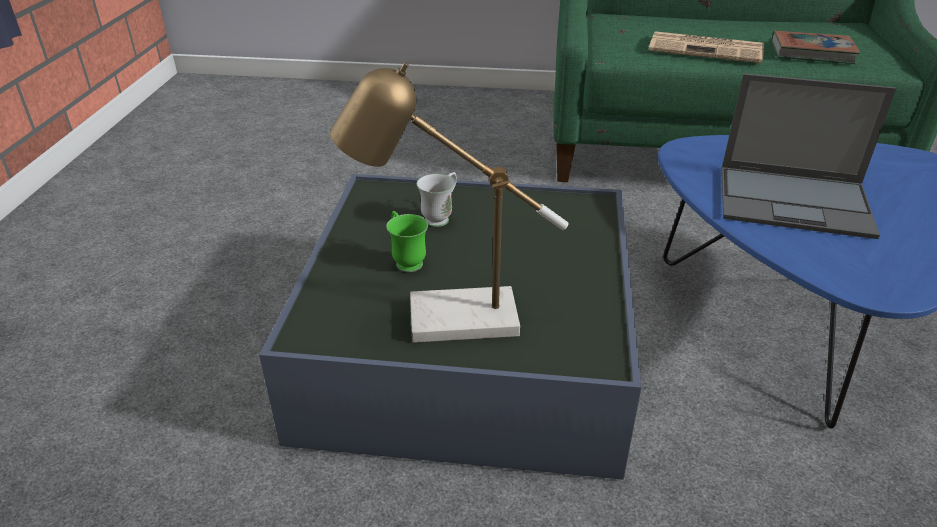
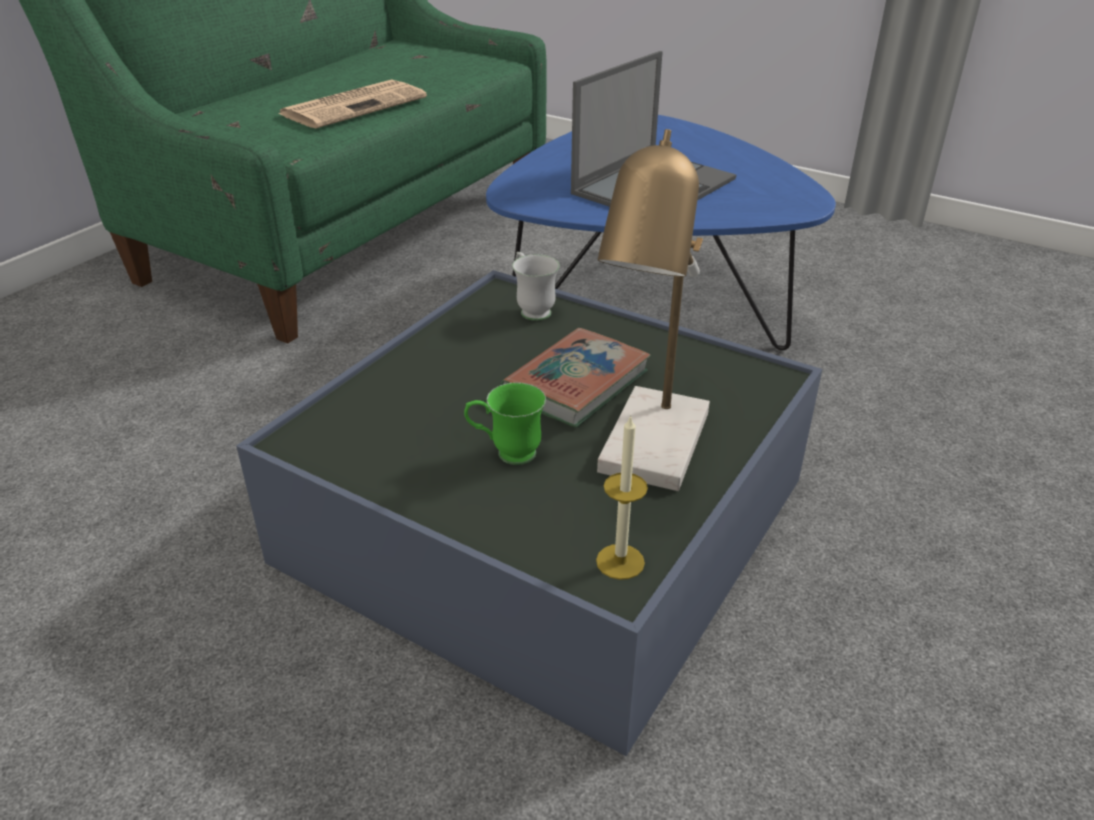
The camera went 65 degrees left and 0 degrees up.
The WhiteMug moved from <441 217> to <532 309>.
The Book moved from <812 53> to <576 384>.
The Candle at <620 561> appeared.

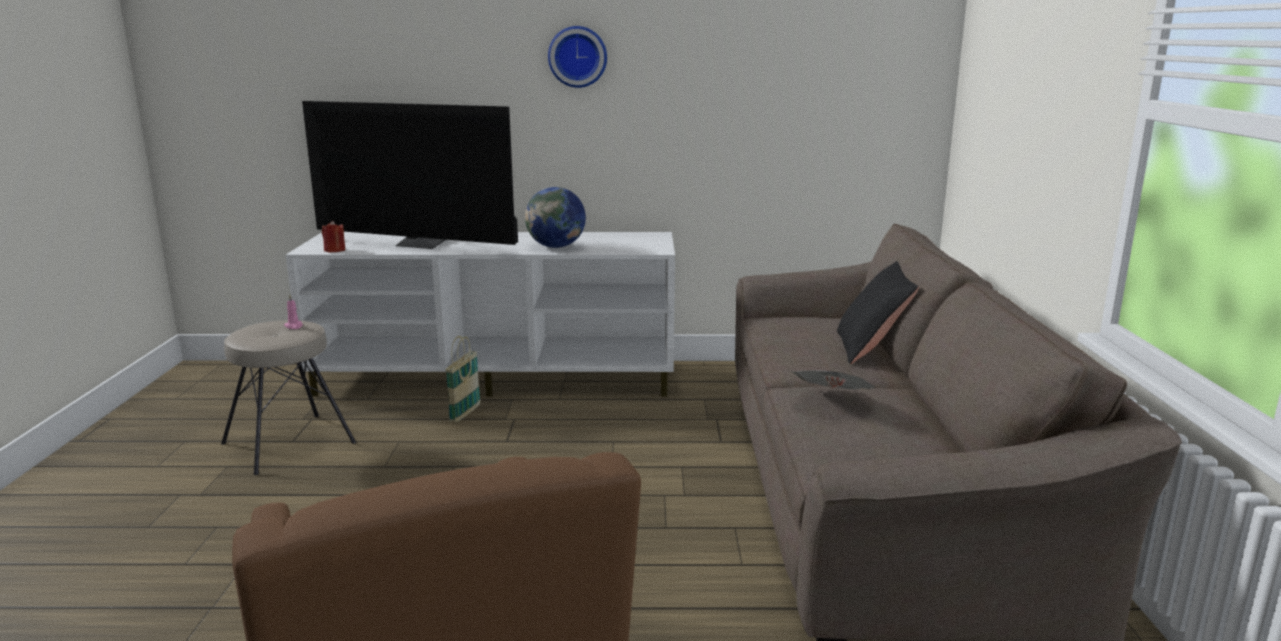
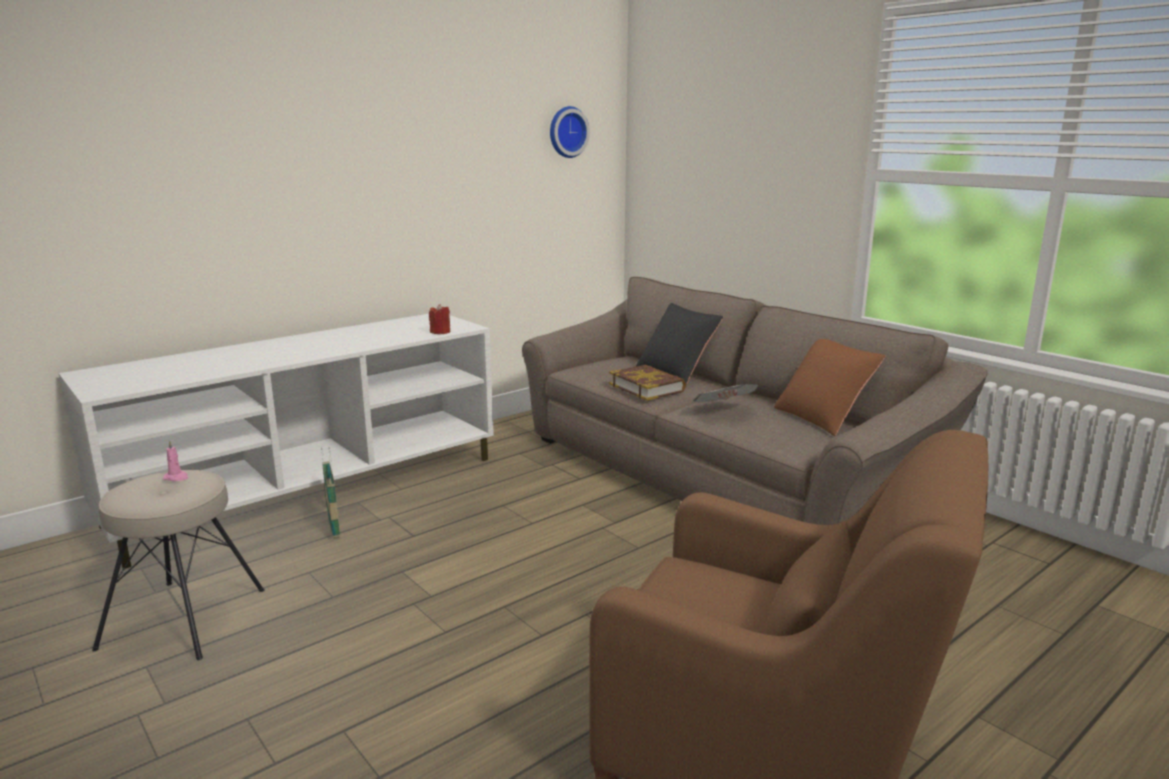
The camera went 40 degrees left and 0 degrees up.
The Television at <421 244> disappeared.
The RedCandle moved from <335 250> to <440 332>.
The Globe at <556 247> disappeared.
The WallClock moved from <577 57> to <566 132>.
The Book at <647 388> appeared.
The BrownPillow at <823 417> appeared.

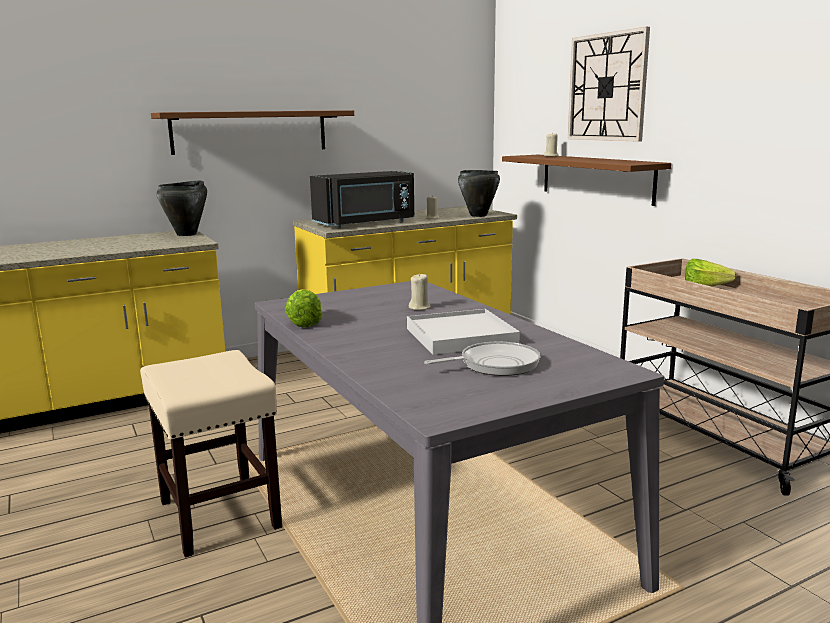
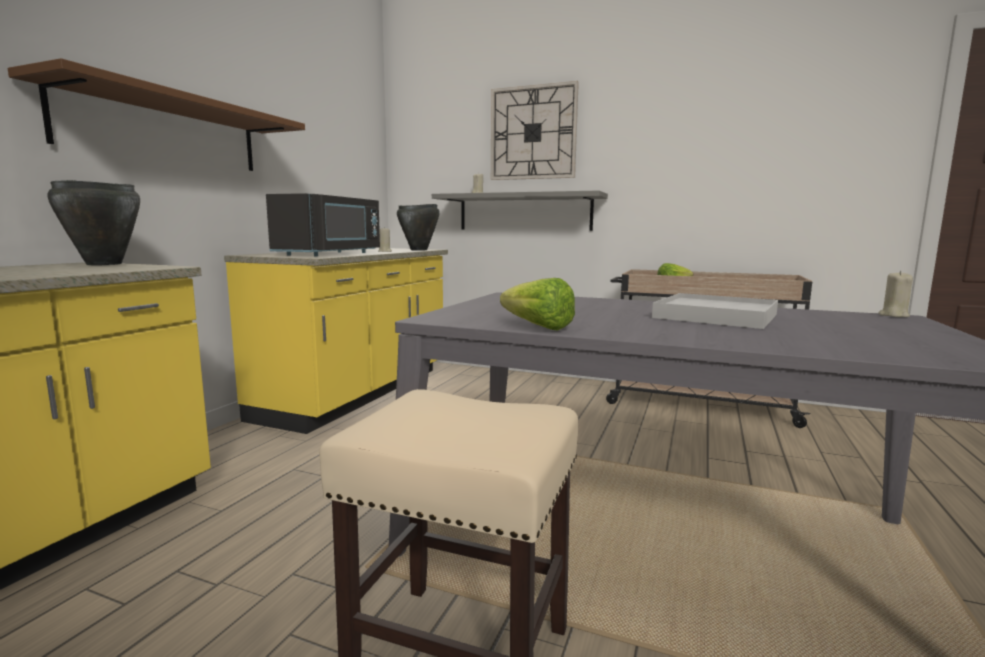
The camera went 40 degrees left and 5 degrees down.
The BeigeCandle moved from <420 308> to <893 315>.
The FryingPan at <494 364> disappeared.
The BrownShelf at <596 178> became the GreyShelf at <524 212>.

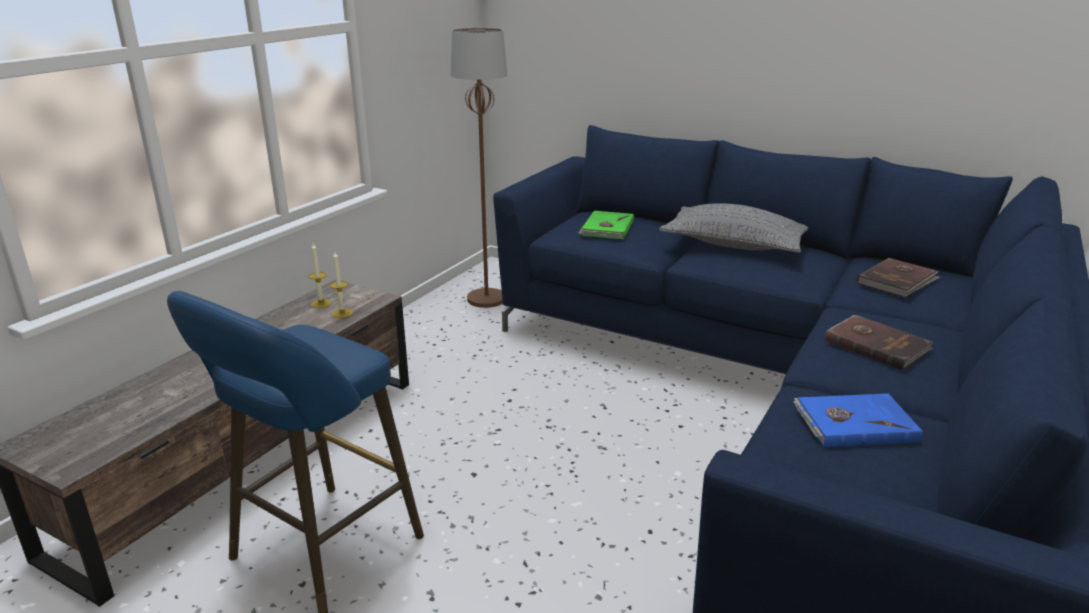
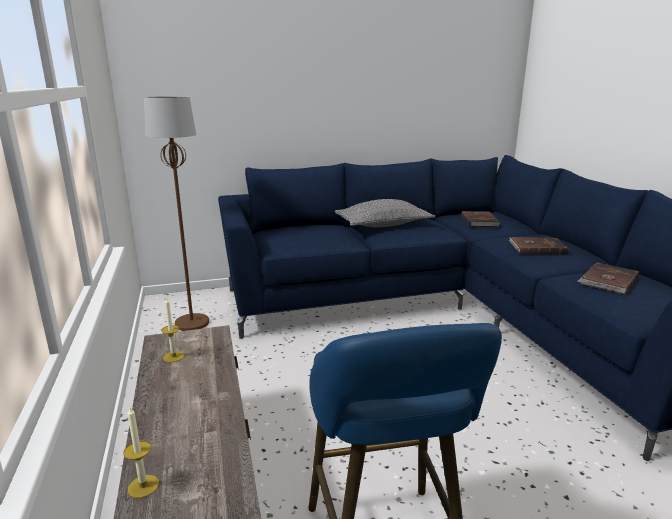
The camera went 45 degrees left and 5 degrees down.
The Candle moved from <342 313> to <143 486>.
The GreenBook at <606 228> disappeared.
The BlueBook at <853 423> became the BrownBook at <608 280>.

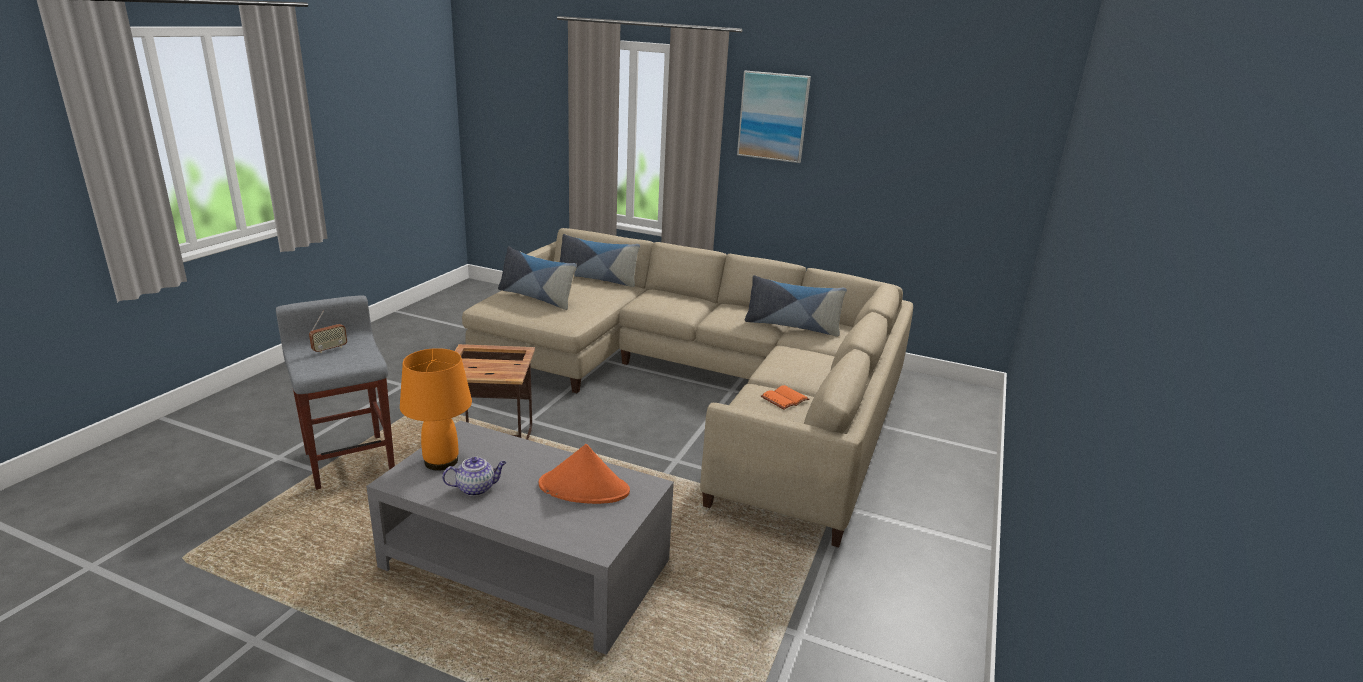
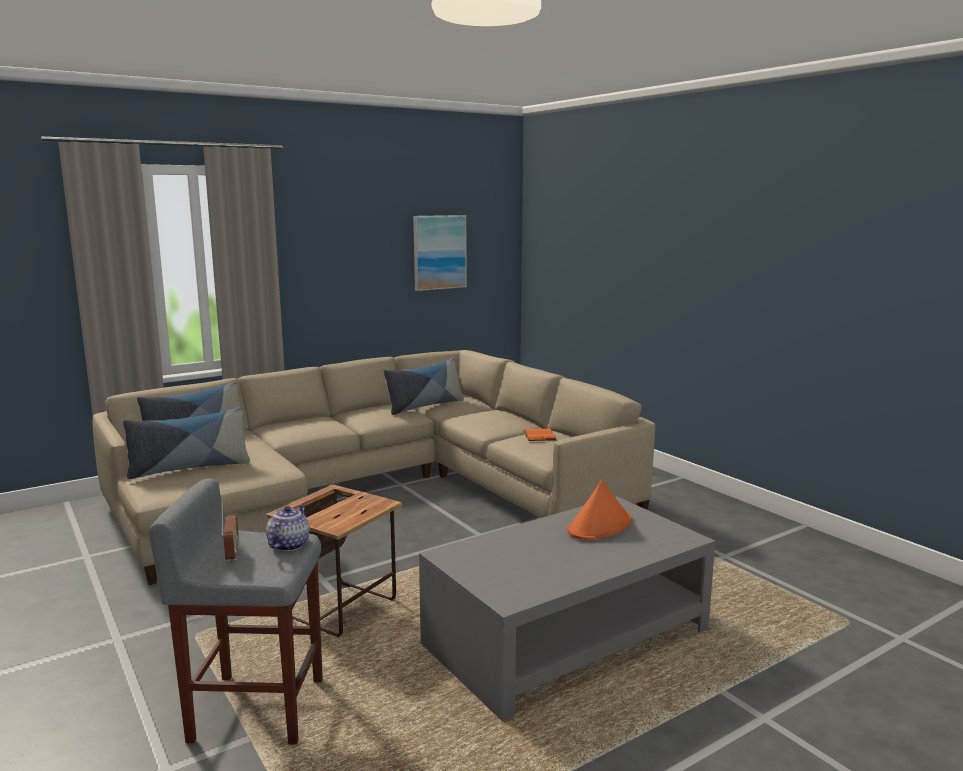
The camera went 55 degrees left and 10 degrees down.
The OrangeTableLamp at <440 462> disappeared.
The Teapot moved from <476 488> to <289 544>.
The Picture moved from <773 116> to <439 252>.

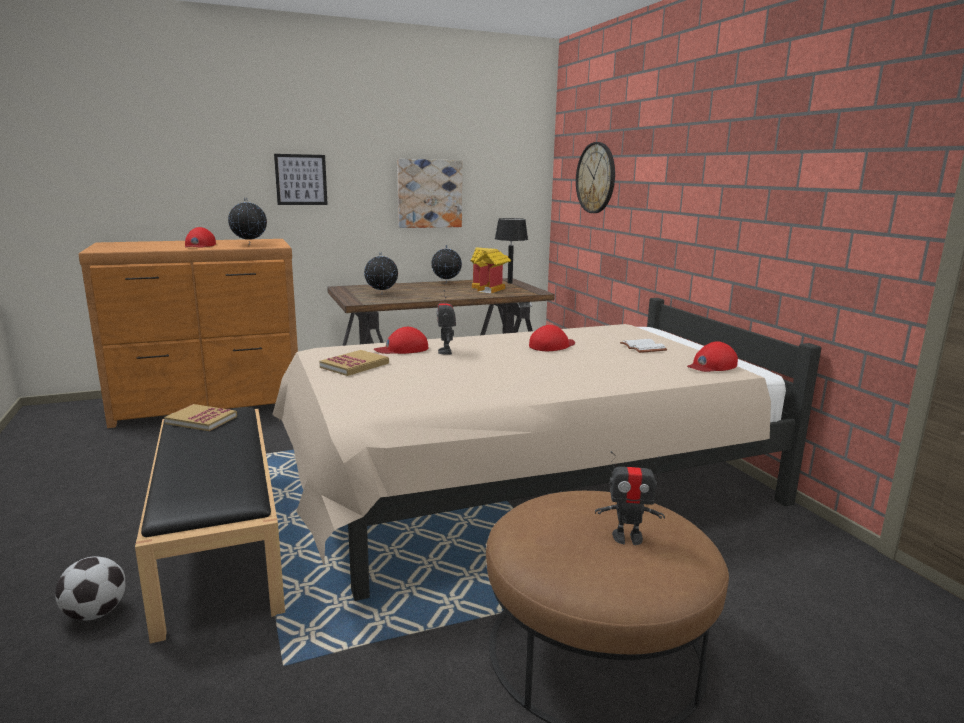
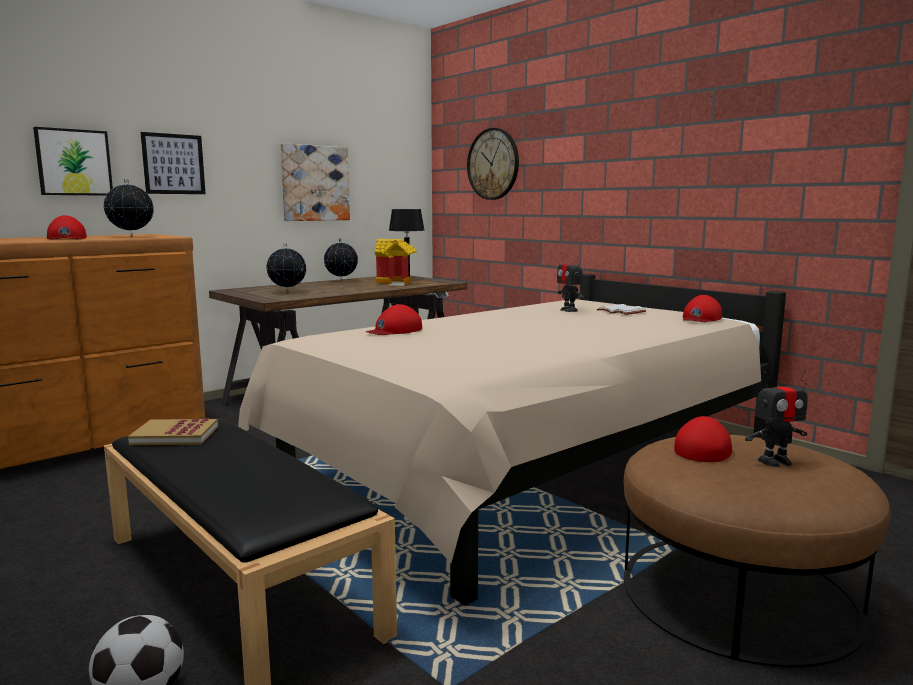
The camera went 20 degrees left and 5 degrees down.
The Book at <354 365> disappeared.
The ToyRobot moved from <446 351> to <568 310>.
The RedCap moved from <552 345> to <704 448>.
The Picture at <73 162> appeared.

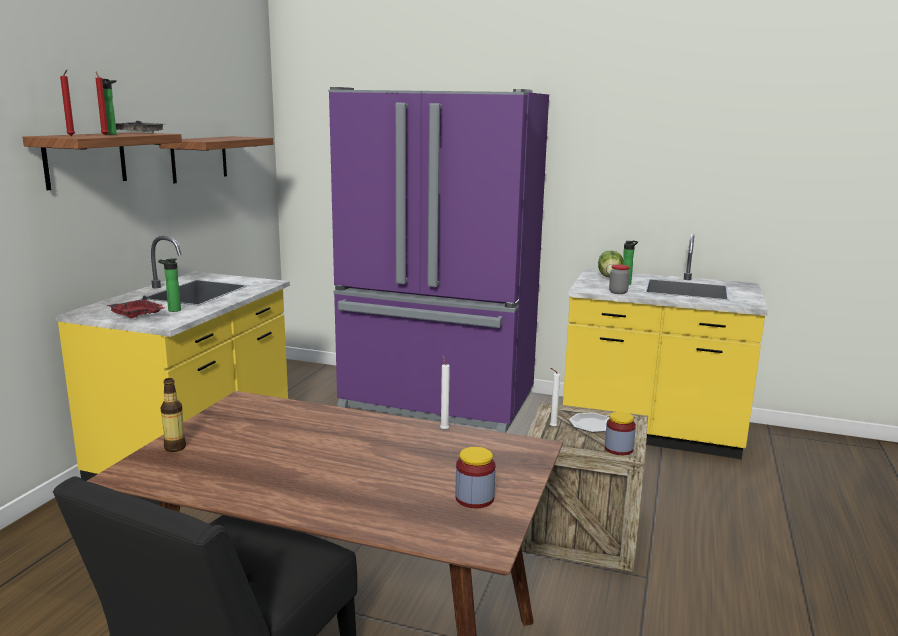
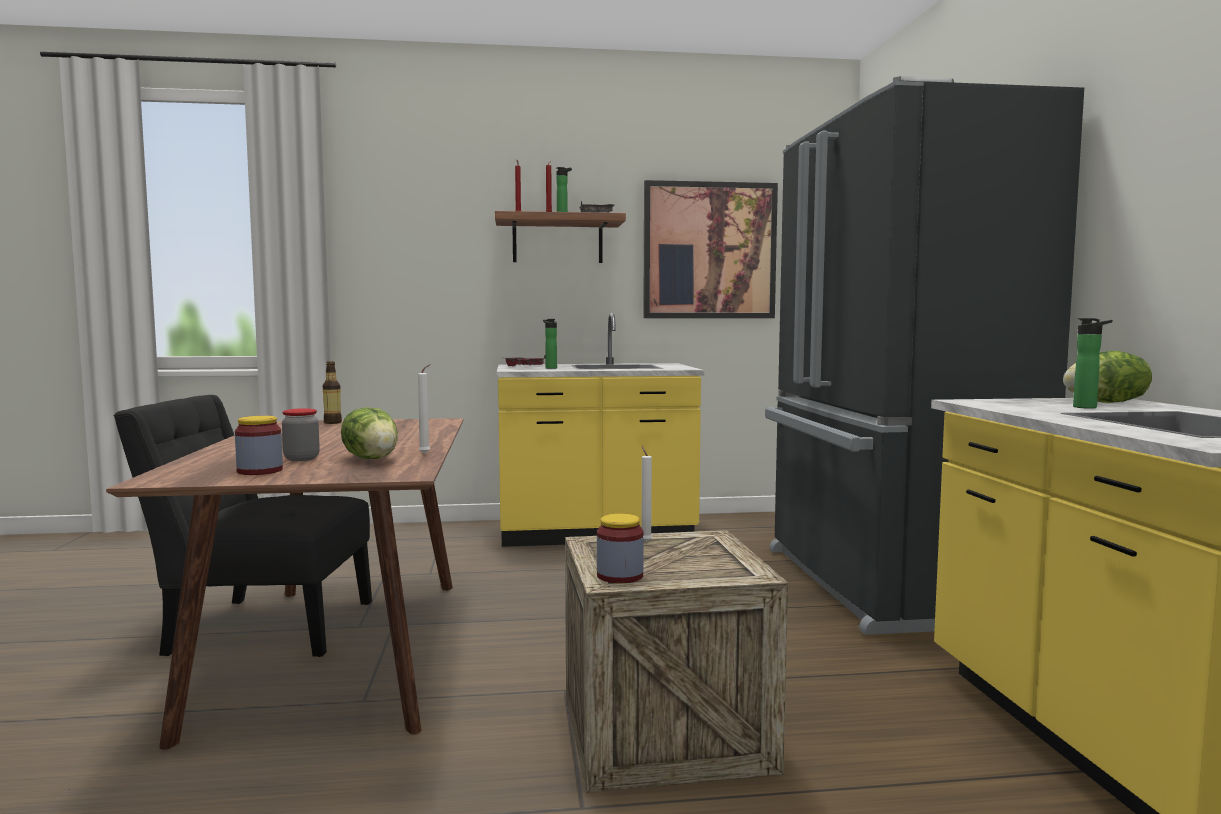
The camera went 65 degrees right and 10 degrees down.
The Shelf at <199 159> was replaced by the Picture at <709 251>.
The PurpleFridge at <437 402> became the BlackFridge at <885 585>.
The Plate at <592 424> disappeared.
The Jar moved from <618 292> to <301 459>.
The Lettuce at <372 458> appeared.

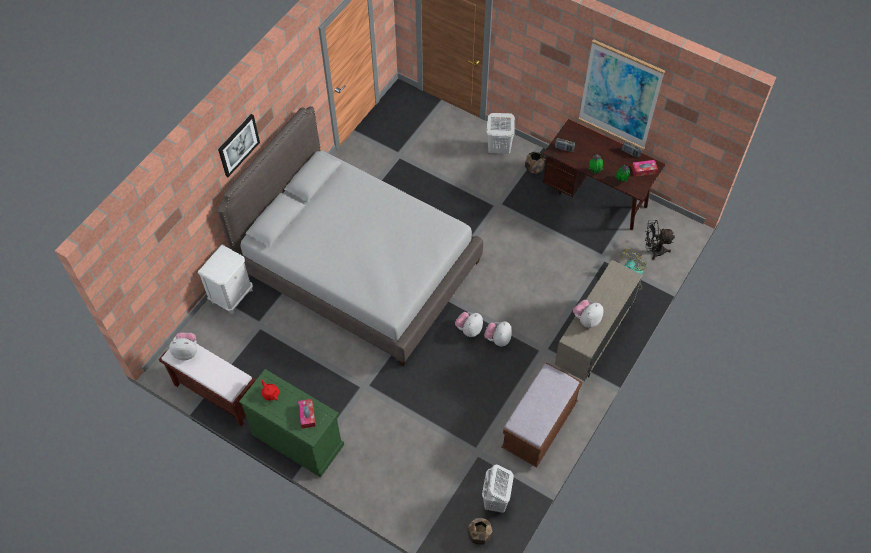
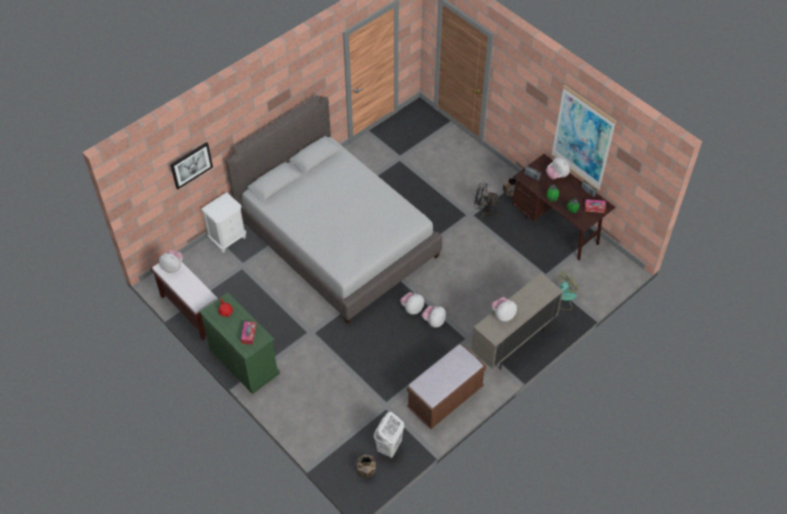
The camera went 15 degrees right and 5 degrees down.
The Picture moved from <238 145> to <191 165>.
The WhiteLaundryBasket at <498 149> disappeared.
The BlackFan moved from <653 250> to <484 211>.
The PlushToy at <556 176> appeared.

